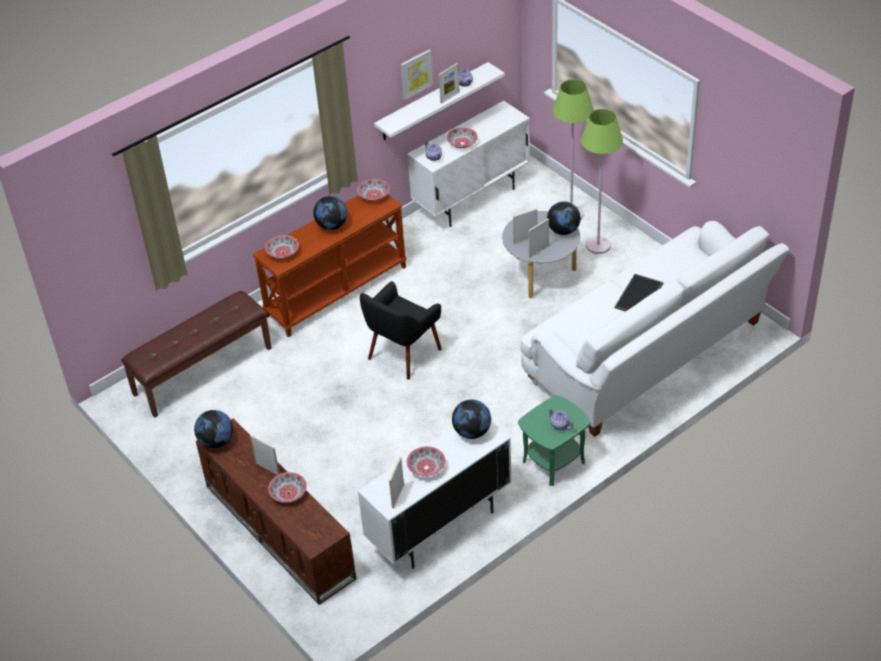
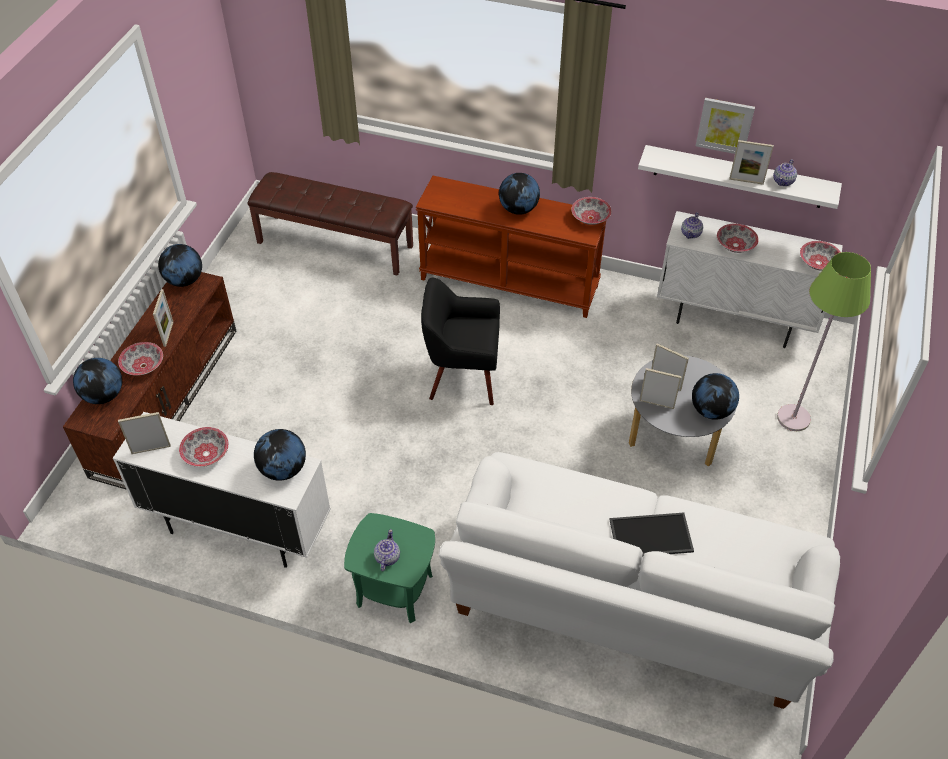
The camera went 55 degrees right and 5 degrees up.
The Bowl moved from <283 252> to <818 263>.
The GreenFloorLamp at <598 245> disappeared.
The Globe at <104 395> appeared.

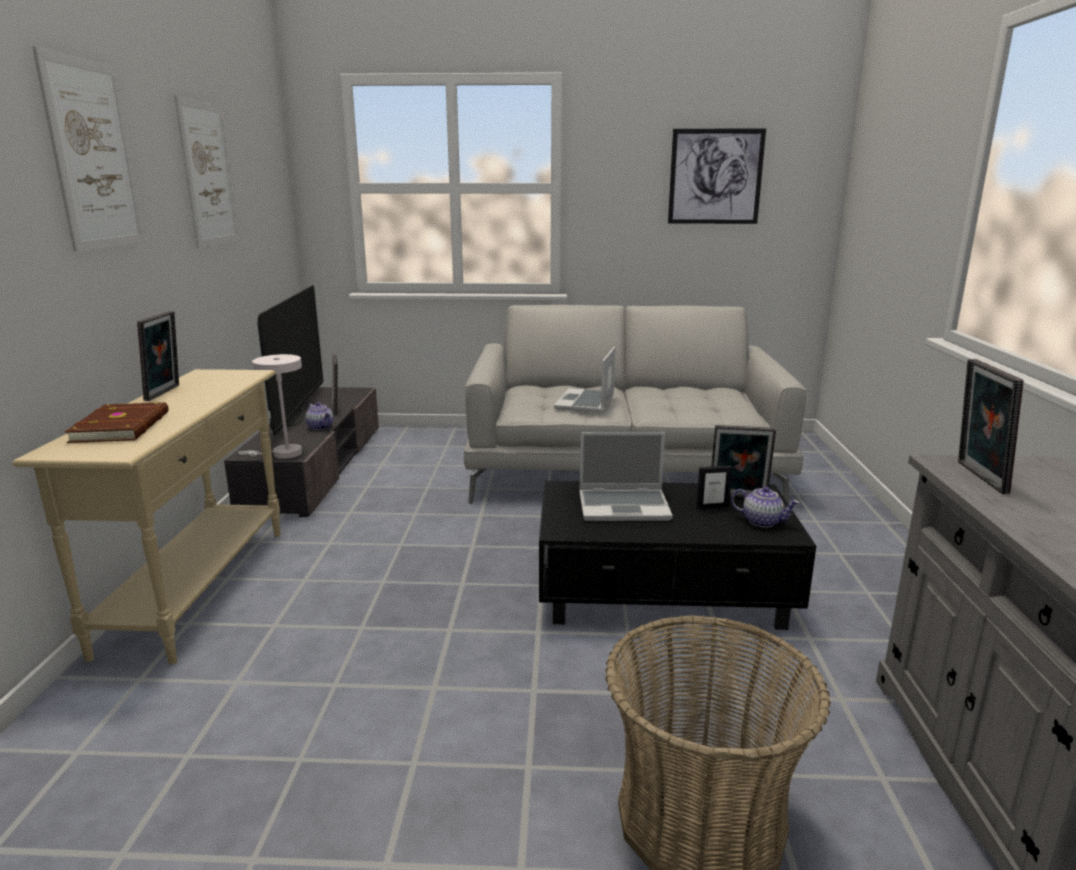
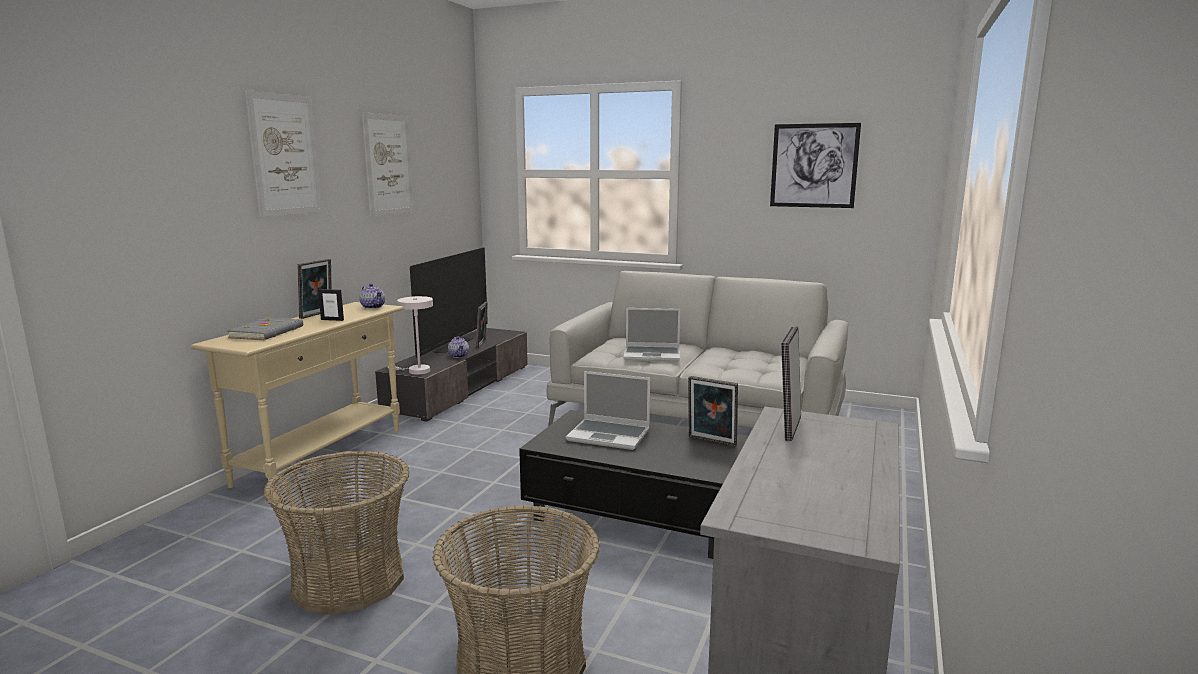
The camera went 20 degrees right and 5 degrees down.
The BrownBook at <123 427> became the GreyBook at <268 332>.
The Laptop at <586 403> turned 120 degrees counterclockwise.
The PictureFrame moved from <712 507> to <332 320>.
The Teapot moved from <762 521> to <373 307>.
The Basket at <348 581> appeared.

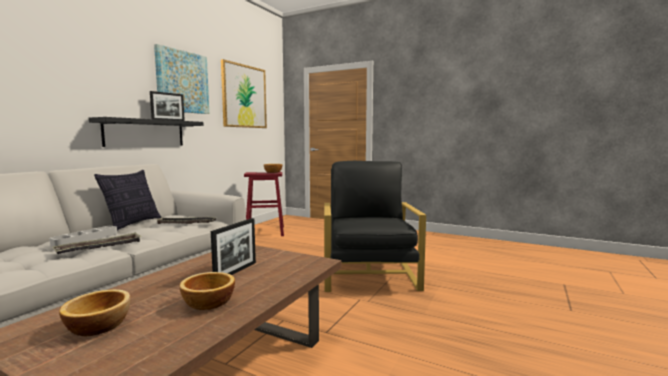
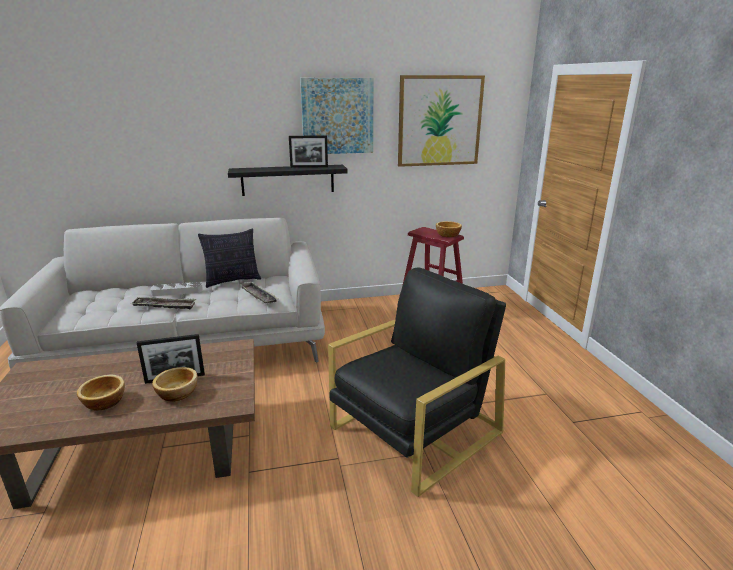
The camera went 50 degrees right and 15 degrees up.
The Bowl moved from <98 325> to <178 393>.

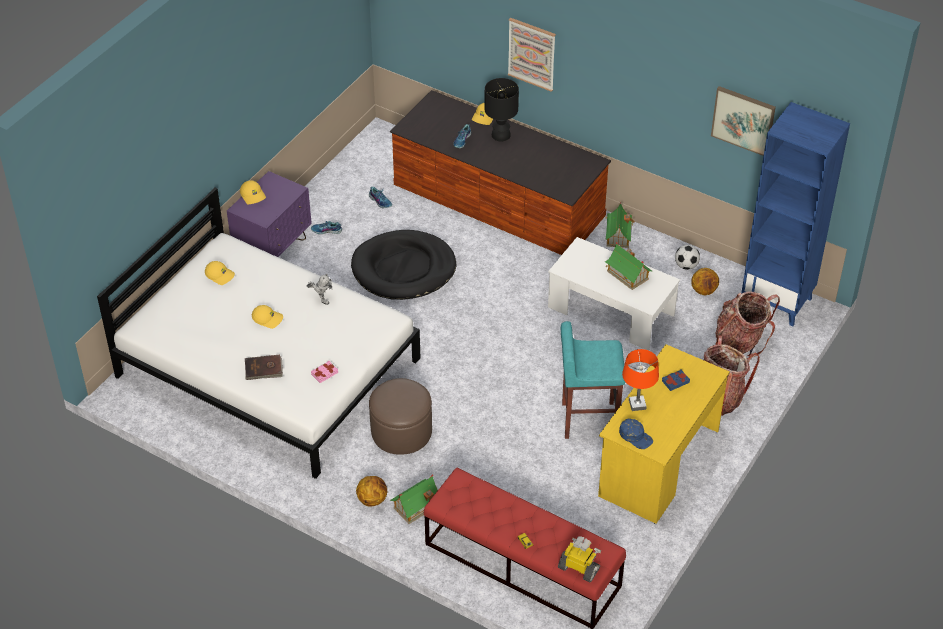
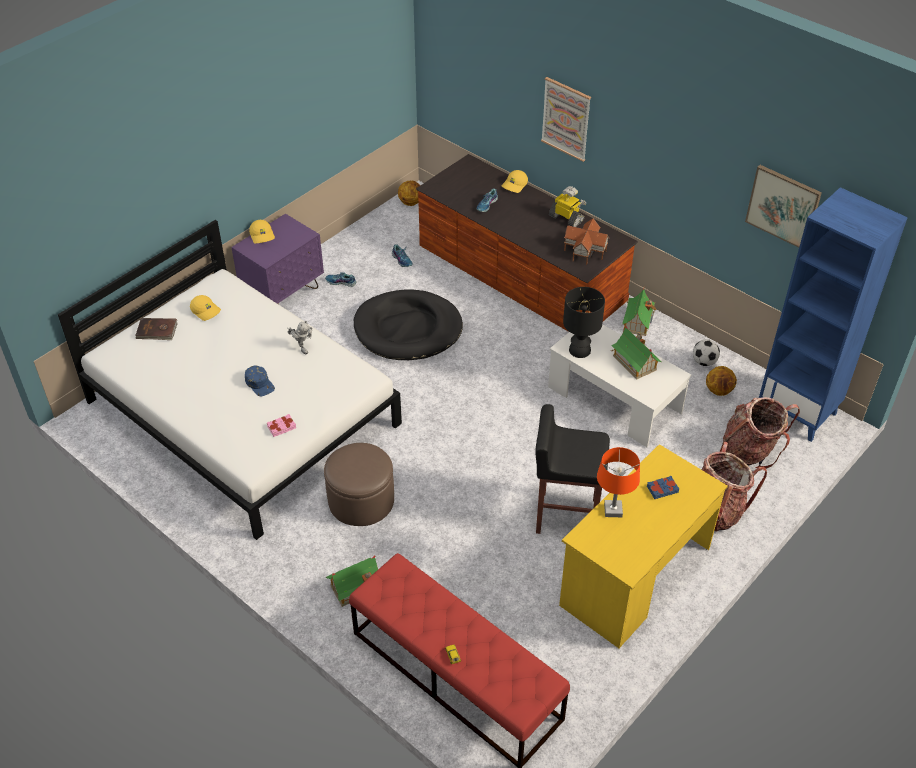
The camera went 10 degrees right and 0 degrees up.
The BrownBook moved from <264 369> to <157 331>.
The YellowCap at <268 319> disappeared.
The Basketball moved from <372 499> to <411 202>.
The BlackTableLamp moved from <500 135> to <579 350>.
The ToyRobot moved from <579 568> to <567 218>.
The TurquoiseStool at <588 419> became the BlackStool at <565 515>.
The BlueCap moved from <636 436> to <260 384>.
The ToyHouse at <586 250> appeared.

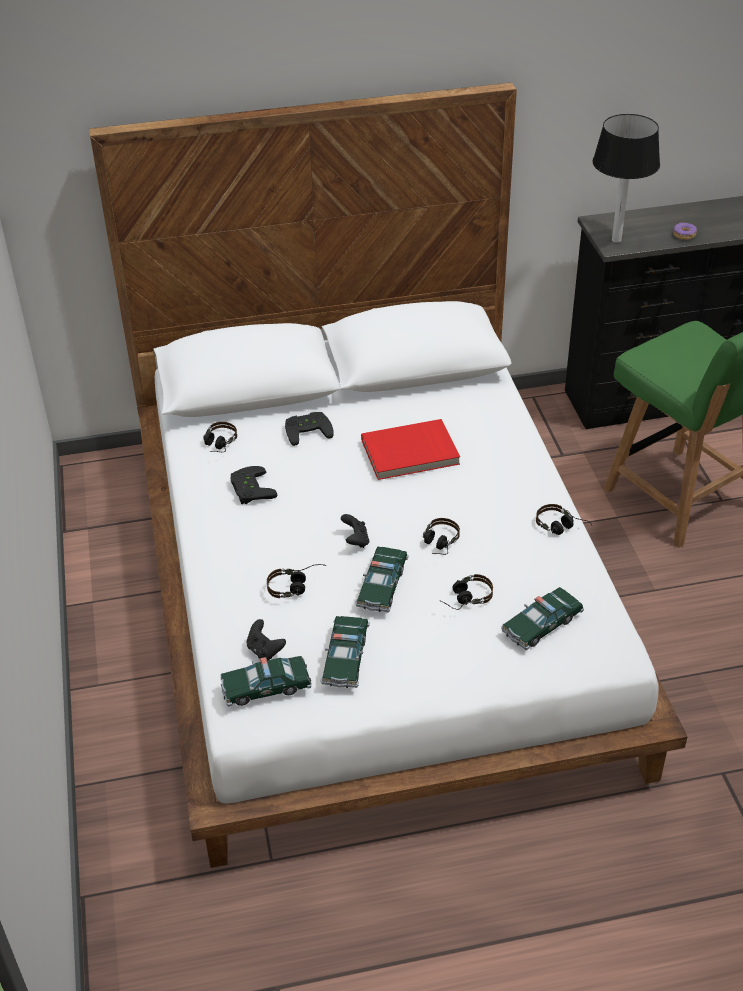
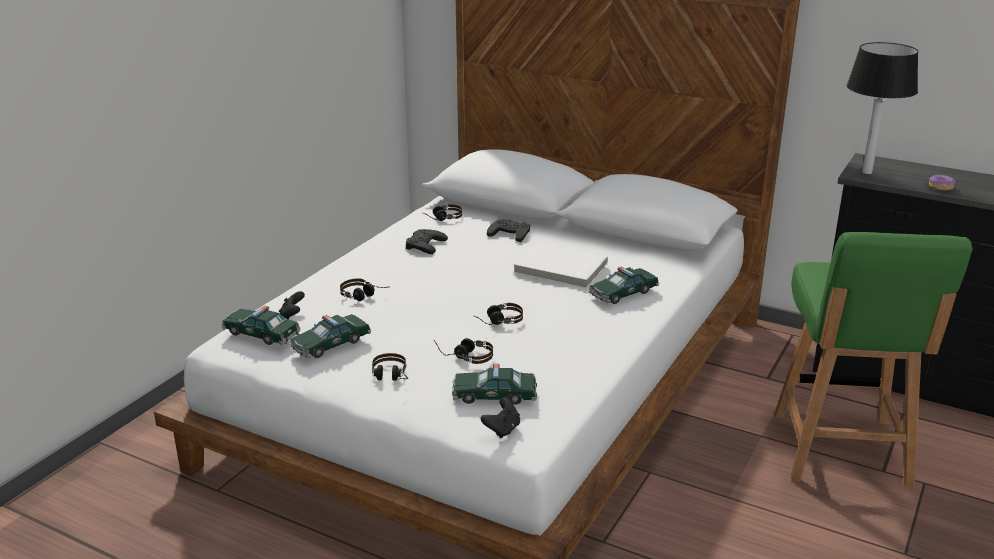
The camera went 40 degrees right and 15 degrees down.
The BlackGameController moved from <355 540> to <502 429>.
The ToyCar moved from <382 585> to <623 293>.
The RedBook at <410 453> became the WhiteBook at <560 269>.
The Headphones moved from <562 528> to <390 378>.

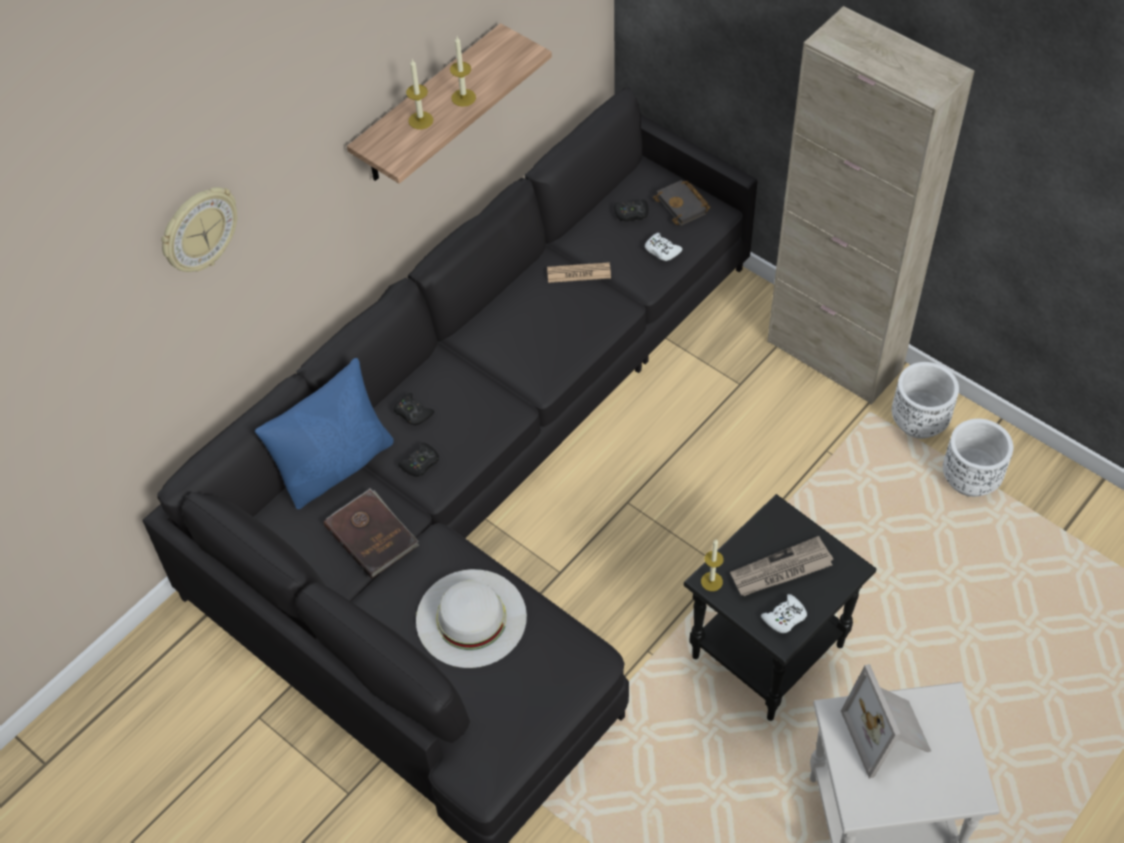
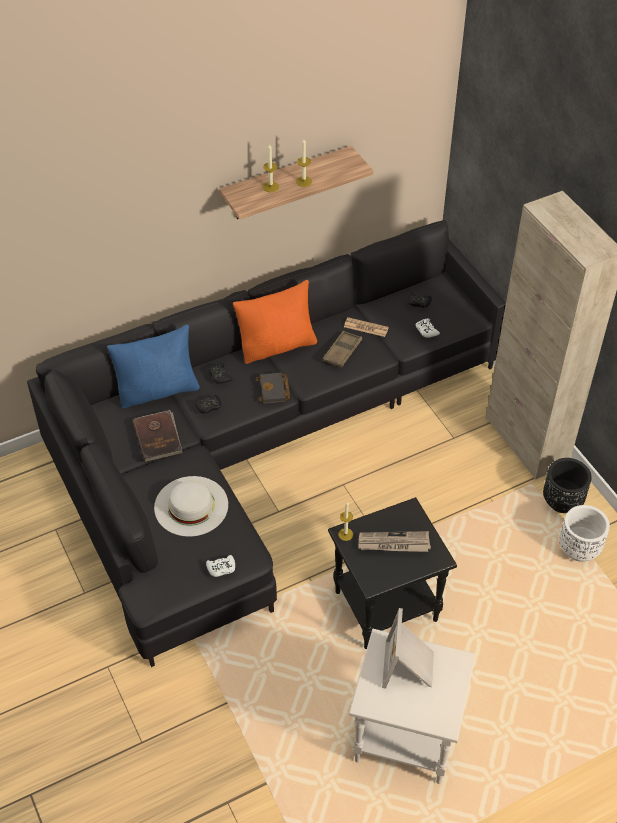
The camera went 20 degrees right and 5 degrees down.
The WallClock at <198 230> disappeared.
The BlackBook moved from <683 206> to <274 391>.
The WhiteGameController moved from <785 617> to <221 568>.
The WhitePlanter at <918 422> became the BlackPlanter at <562 501>.
The OrangePillow at <277 346> appeared.
The BrownTray at <342 351> appeared.

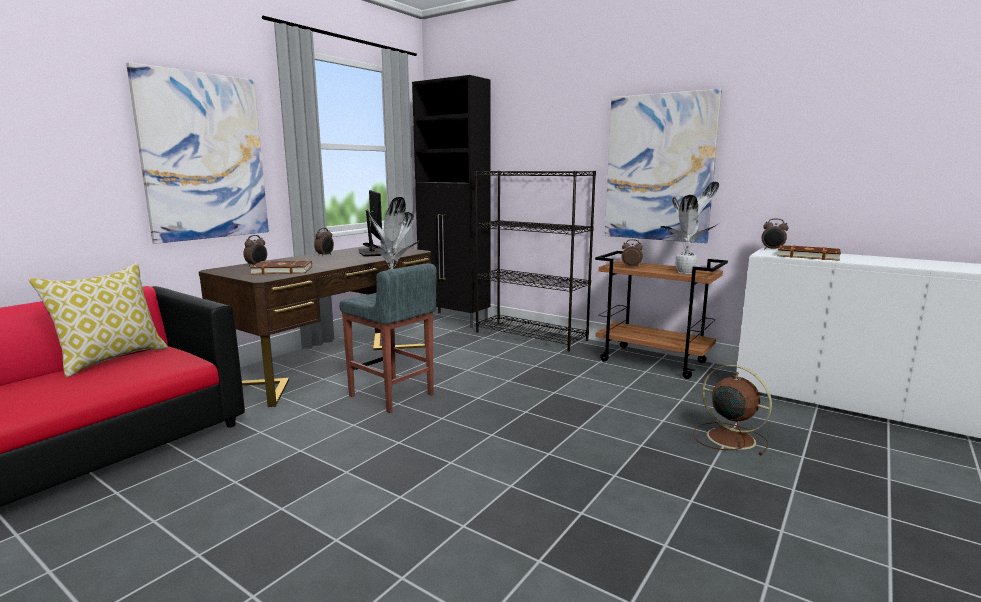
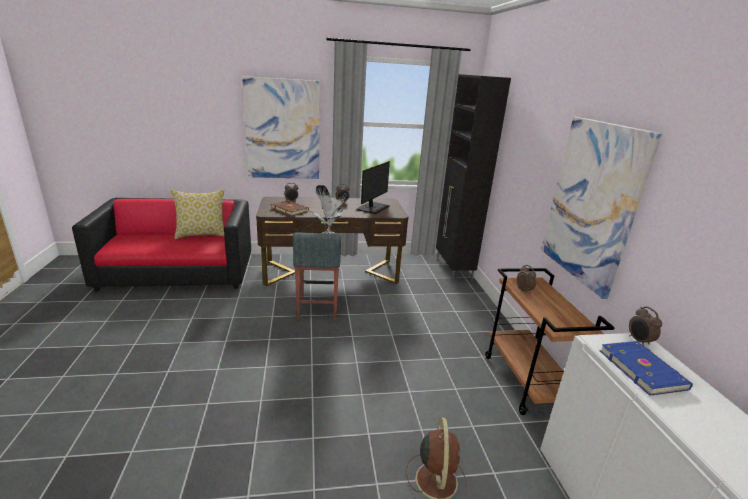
The camera went 45 degrees right and 10 degrees up.
The BlackBookcase at <531 336> disappeared.
The PottedPlant at <686 272> disappeared.
The BrownBook at <807 256> became the BlueBook at <642 369>.

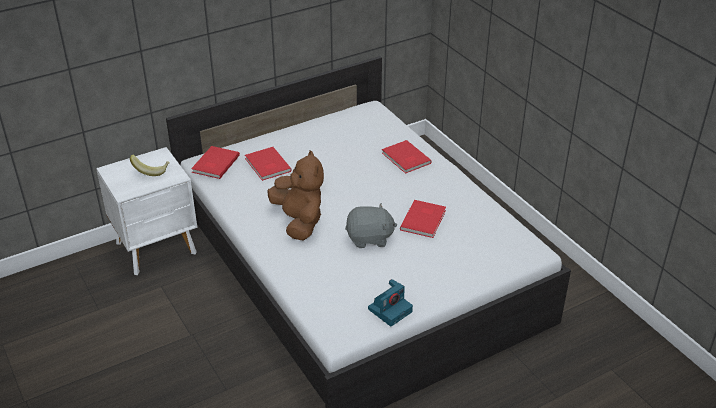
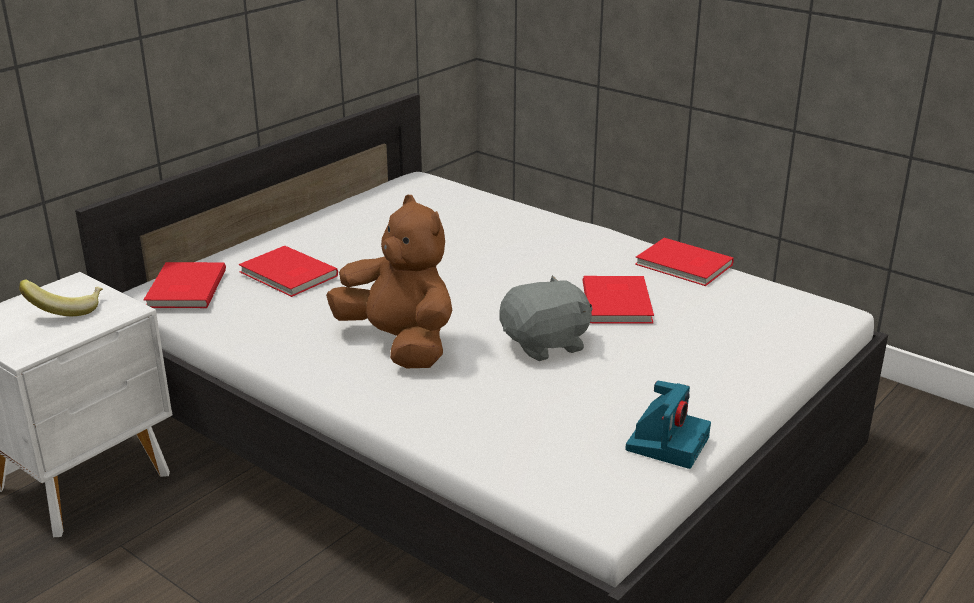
The camera went 20 degrees left and 10 degrees down.
The RedBook moved from <405 159> to <684 266>.

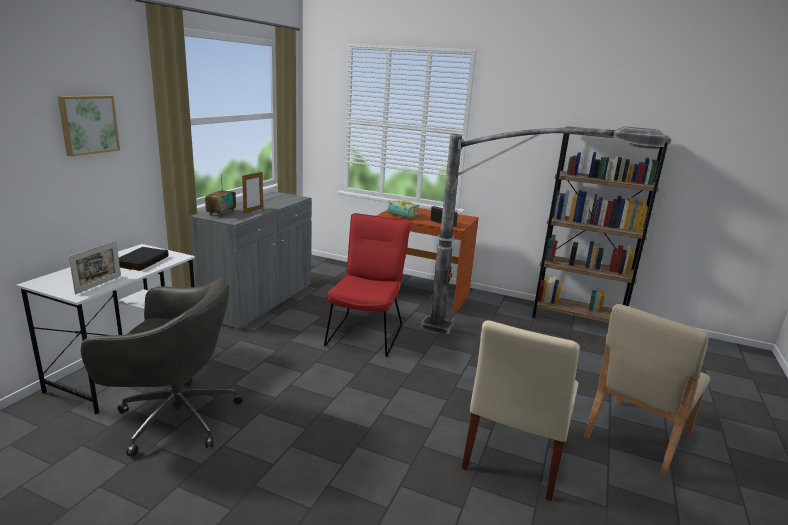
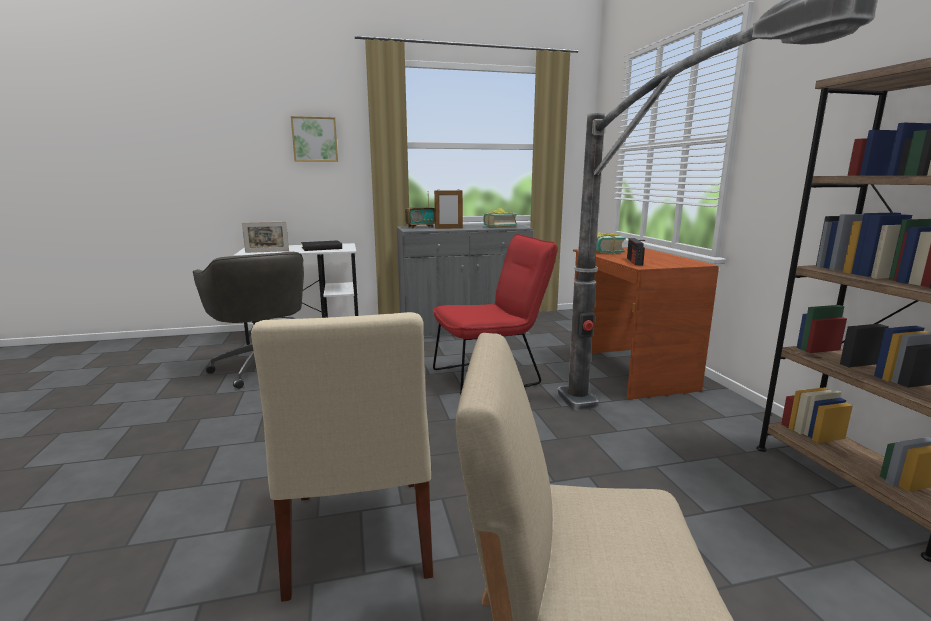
The camera went 55 degrees right and 5 degrees down.
The BeigeChair at <513 456> turned 90 degrees counterclockwise.
The Book at <498 226> appeared.

